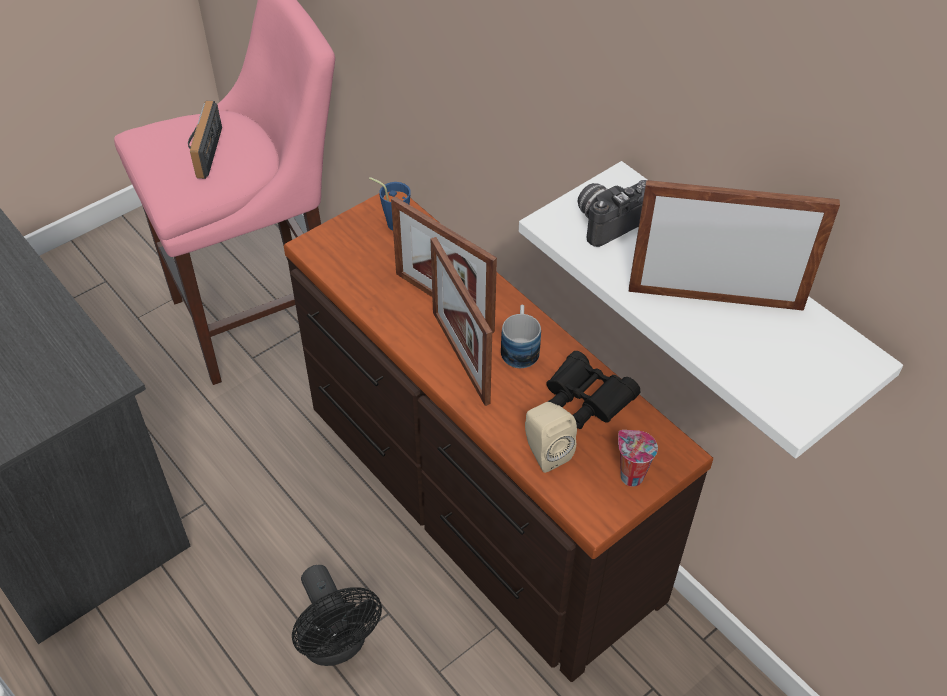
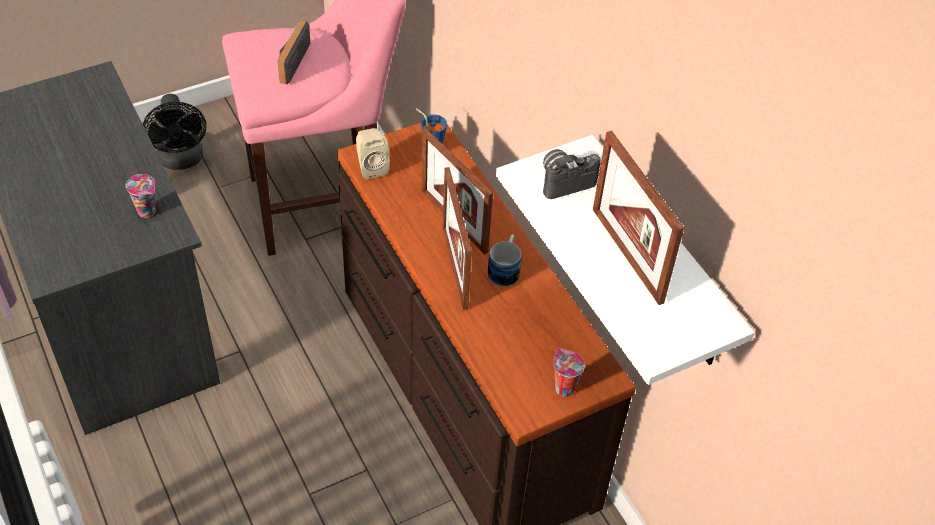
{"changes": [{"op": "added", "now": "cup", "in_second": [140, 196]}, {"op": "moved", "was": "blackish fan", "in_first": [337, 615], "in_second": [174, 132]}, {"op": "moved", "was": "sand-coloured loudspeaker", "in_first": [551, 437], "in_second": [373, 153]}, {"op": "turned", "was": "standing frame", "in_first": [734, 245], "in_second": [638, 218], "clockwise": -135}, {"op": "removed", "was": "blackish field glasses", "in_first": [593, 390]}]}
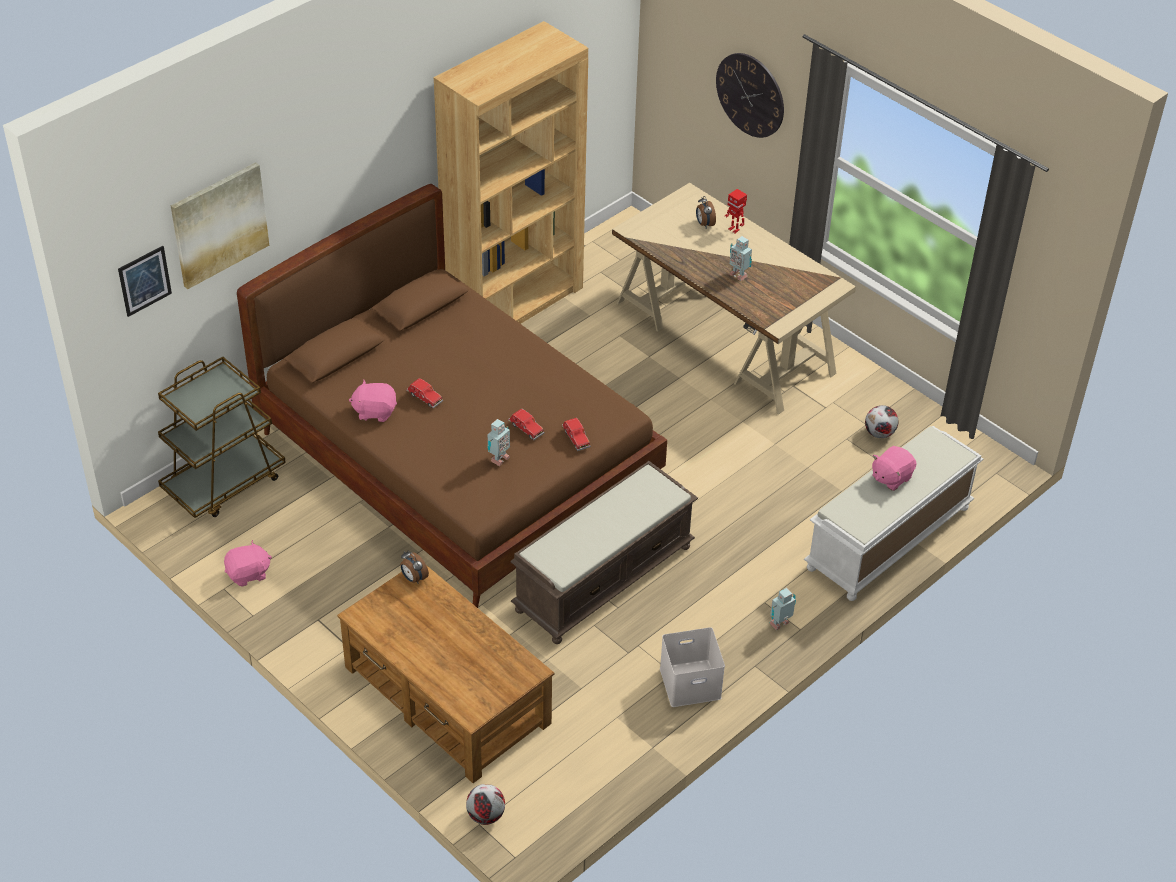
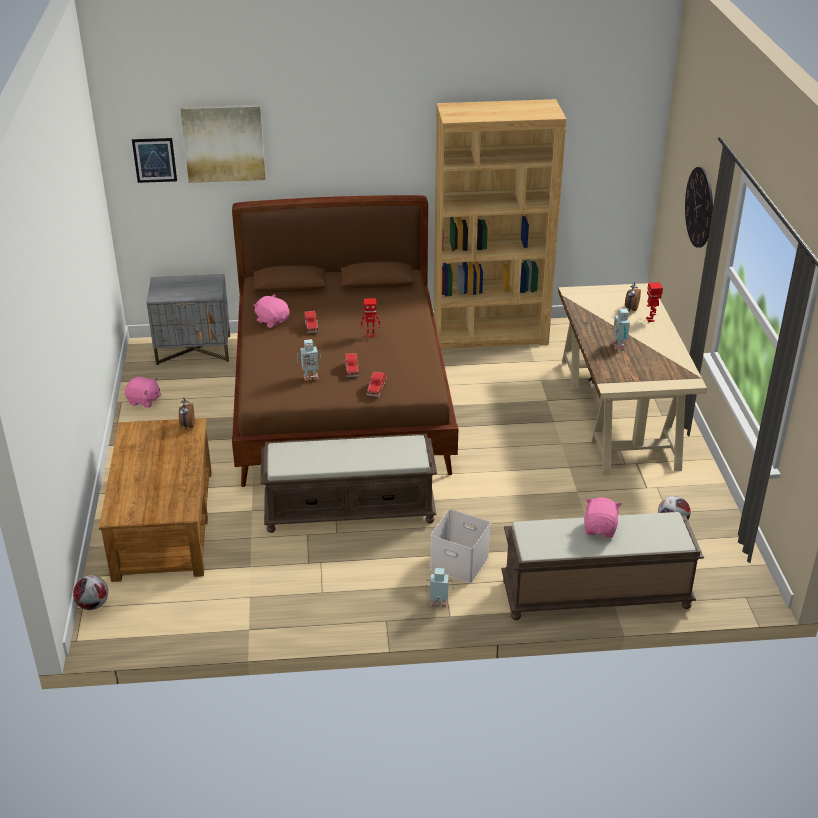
{"changes": [{"op": "replaced", "was": "brown trolley", "now": "gray nightstand", "in_first": [222, 437], "in_second": [188, 319]}, {"op": "added", "now": "robot figure", "in_second": [370, 318]}, {"op": "moved", "was": "white storage container", "in_first": [692, 667], "in_second": [460, 546]}, {"op": "recoloured", "was": "white long seat", "now": "brown long seat", "in_first": [893, 513], "in_second": [602, 566]}, {"op": "turned", "was": "pink-coloured cuddly toy", "in_first": [894, 468], "in_second": [603, 518], "clockwise": 105}]}
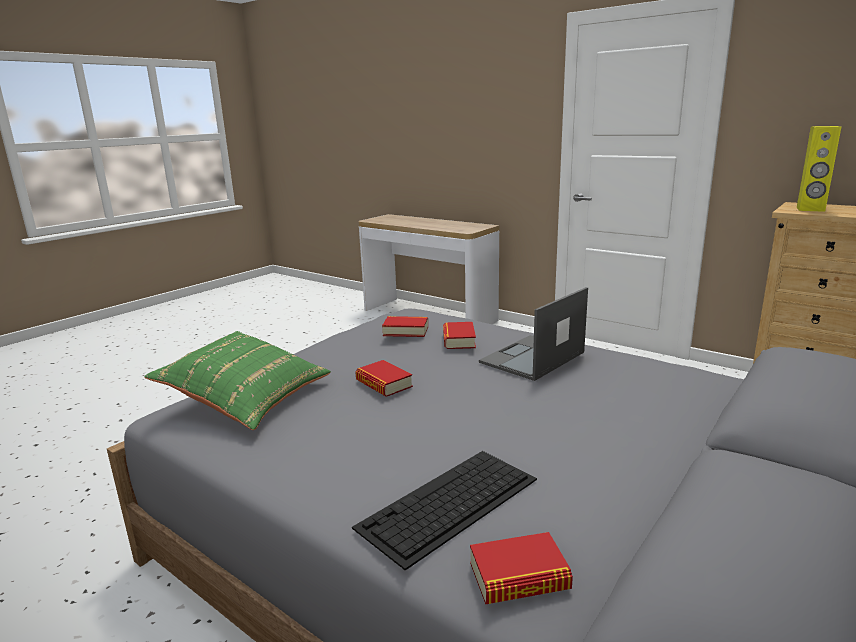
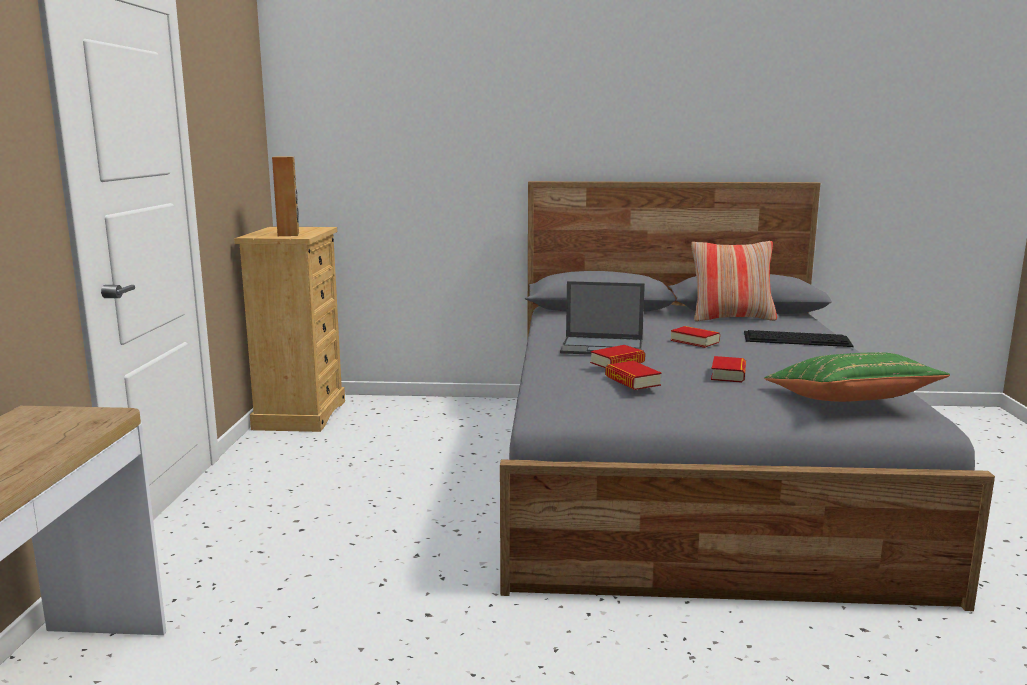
{"changes": [{"op": "recoloured", "was": "yellow loudspeaker", "now": "brown loudspeaker", "in_first": [819, 169], "in_second": [285, 196]}, {"op": "moved", "was": "bound book", "in_first": [521, 568], "in_second": [695, 337]}, {"op": "added", "now": "throw pillow", "in_second": [734, 281]}]}
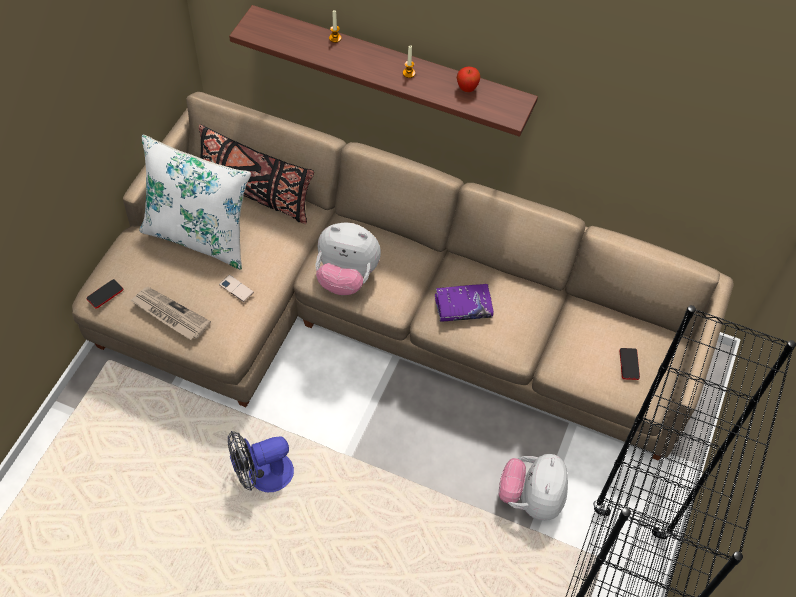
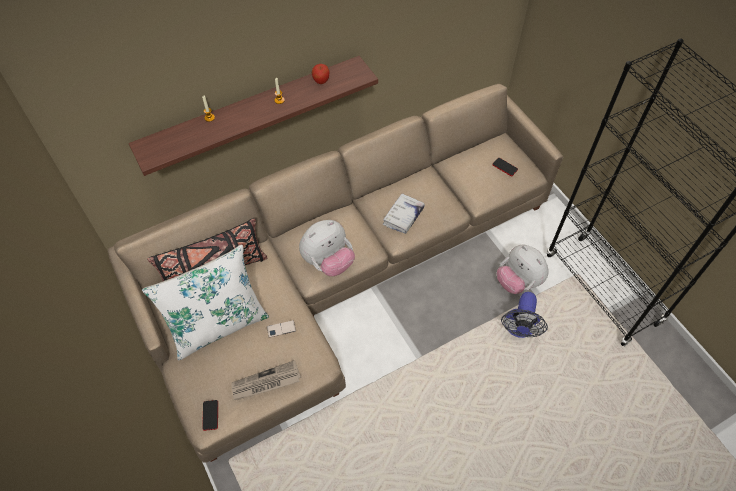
{"changes": [{"op": "recoloured", "was": "purple bound book", "now": "white bound book", "in_first": [464, 303], "in_second": [404, 213]}, {"op": "moved", "was": "fan", "in_first": [261, 461], "in_second": [524, 315]}]}
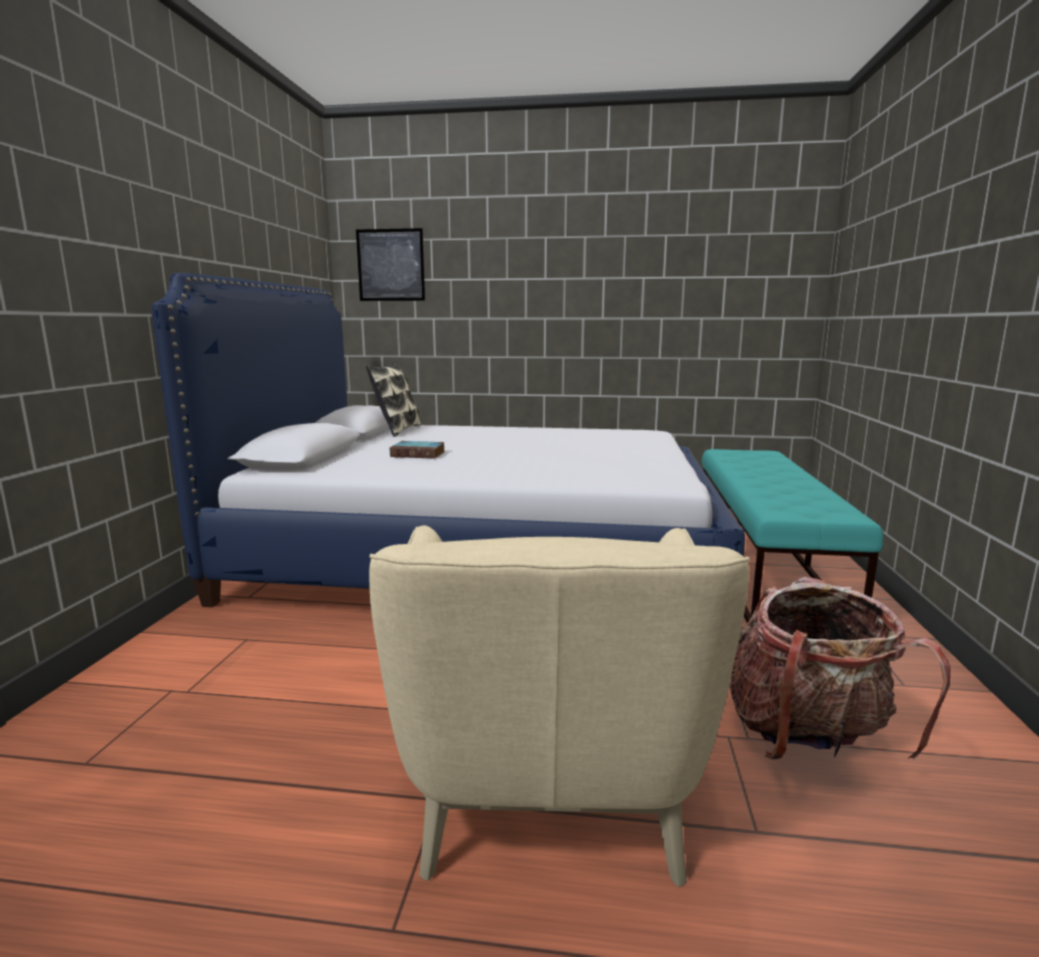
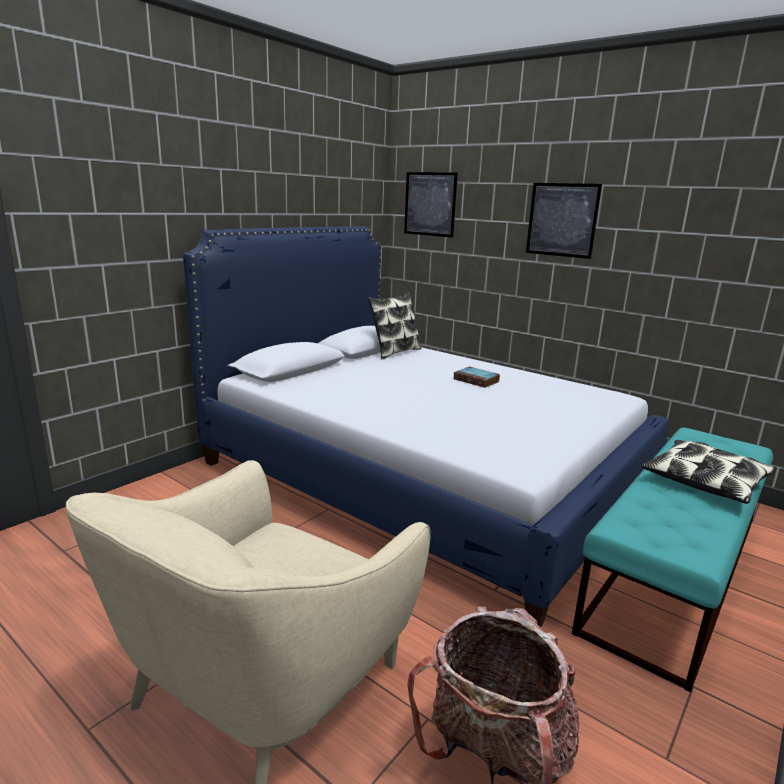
{"changes": [{"op": "moved", "was": "bound book", "in_first": [417, 450], "in_second": [477, 377]}, {"op": "added", "now": "wall art", "in_second": [564, 221]}, {"op": "added", "now": "throw pillow", "in_second": [708, 472]}]}
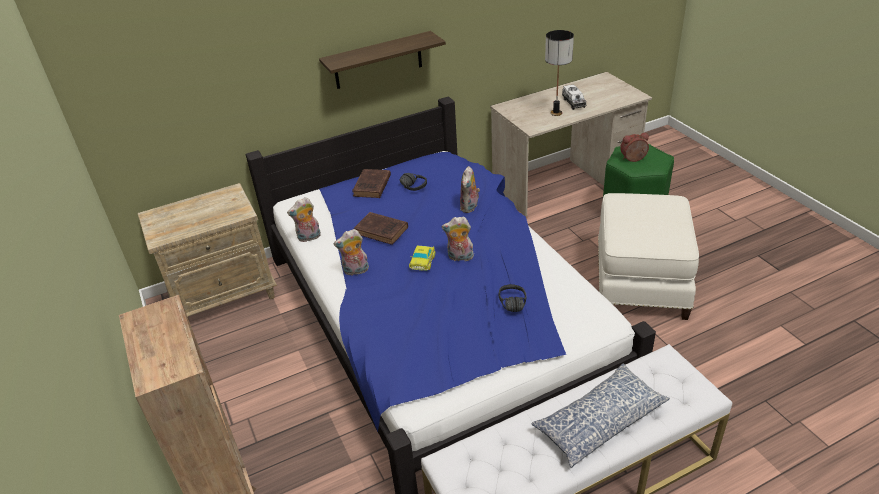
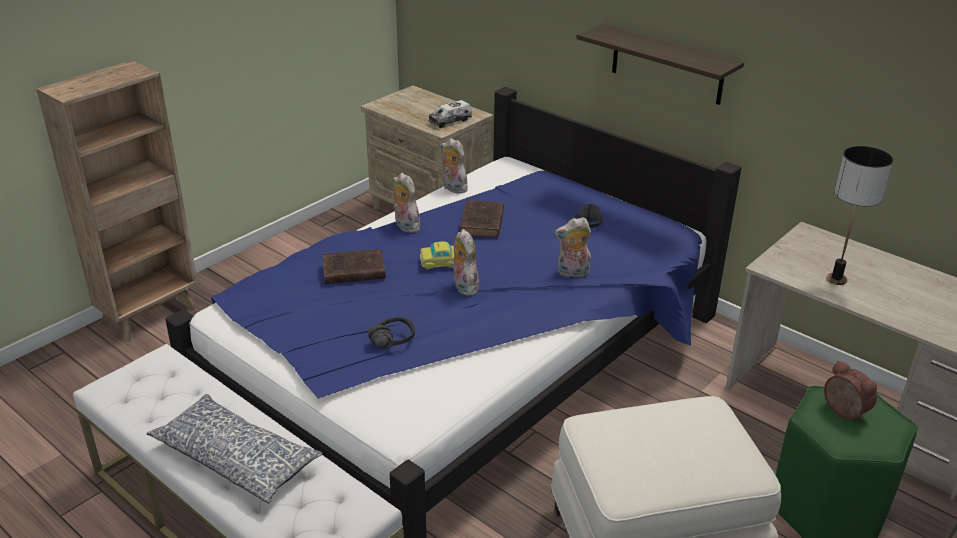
{"changes": [{"op": "moved", "was": "brown bound book", "in_first": [371, 183], "in_second": [354, 266]}, {"op": "moved", "was": "toy truck", "in_first": [574, 97], "in_second": [450, 114]}]}
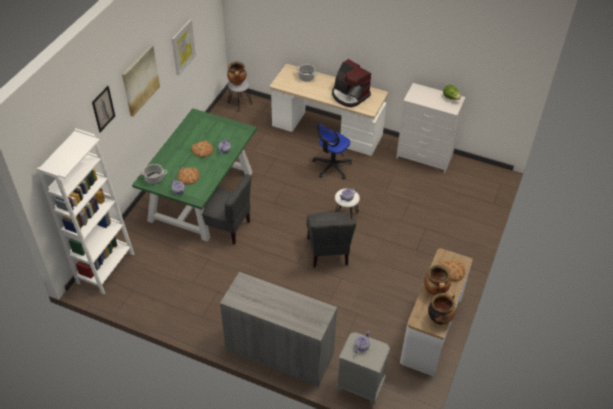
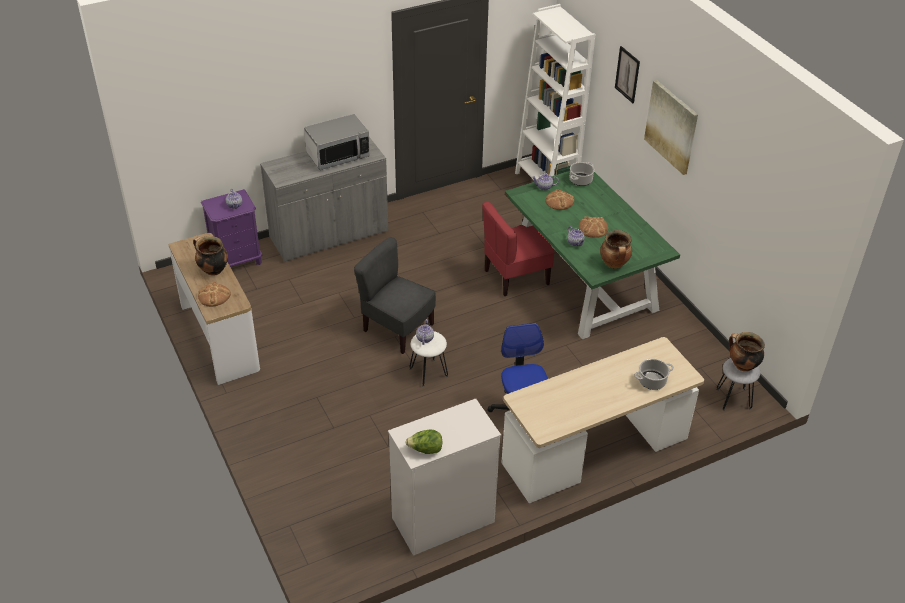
{"changes": [{"op": "recoloured", "was": "gray nightstand", "now": "purple nightstand", "in_first": [363, 368], "in_second": [231, 228]}, {"op": "added", "now": "kitchen microwave", "in_second": [337, 142]}, {"op": "recoloured", "was": "gray chair", "now": "red chair", "in_first": [223, 209], "in_second": [518, 249]}, {"op": "moved", "was": "saucepot", "in_first": [442, 308], "in_second": [616, 249]}, {"op": "removed", "was": "wall art", "in_first": [184, 47]}, {"op": "removed", "was": "coffee machine", "in_first": [351, 83]}]}
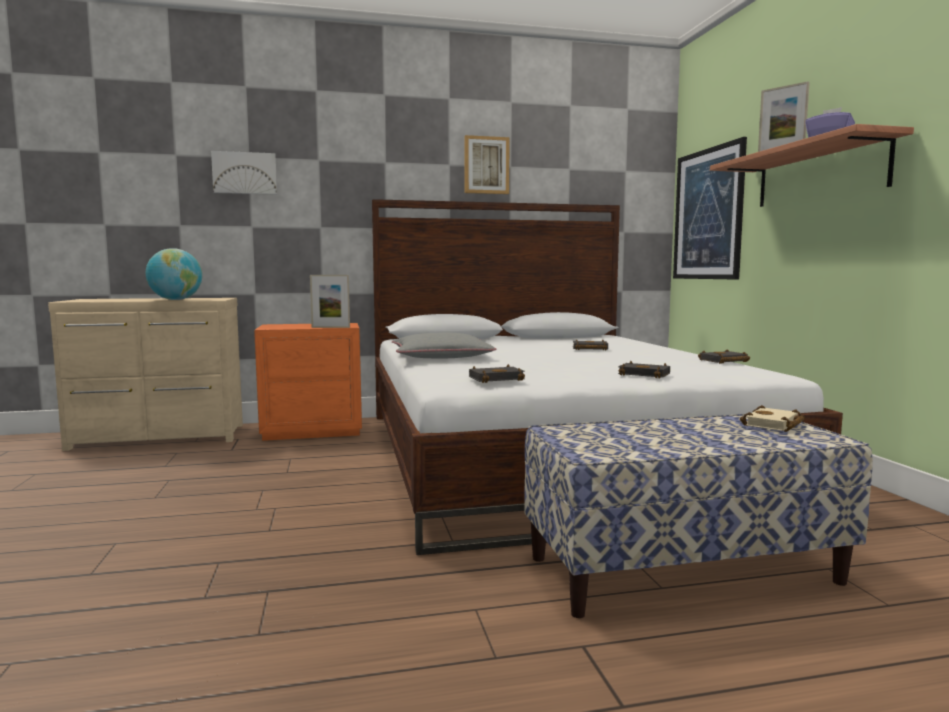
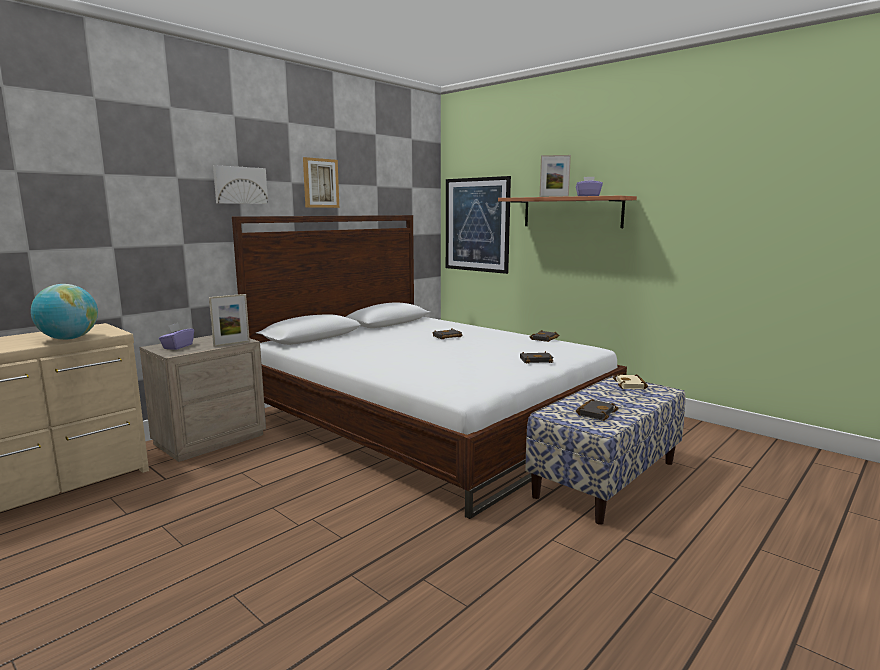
{"changes": [{"op": "recoloured", "was": "orange nightstand", "now": "sand-coloured nightstand", "in_first": [308, 382], "in_second": [202, 398]}, {"op": "added", "now": "purple box of tissues", "in_second": [176, 336]}, {"op": "moved", "was": "wall art", "in_first": [244, 173], "in_second": [240, 184]}, {"op": "moved", "was": "blackish bound book", "in_first": [497, 373], "in_second": [597, 410]}, {"op": "removed", "was": "gray throw pillow", "in_first": [444, 345]}]}
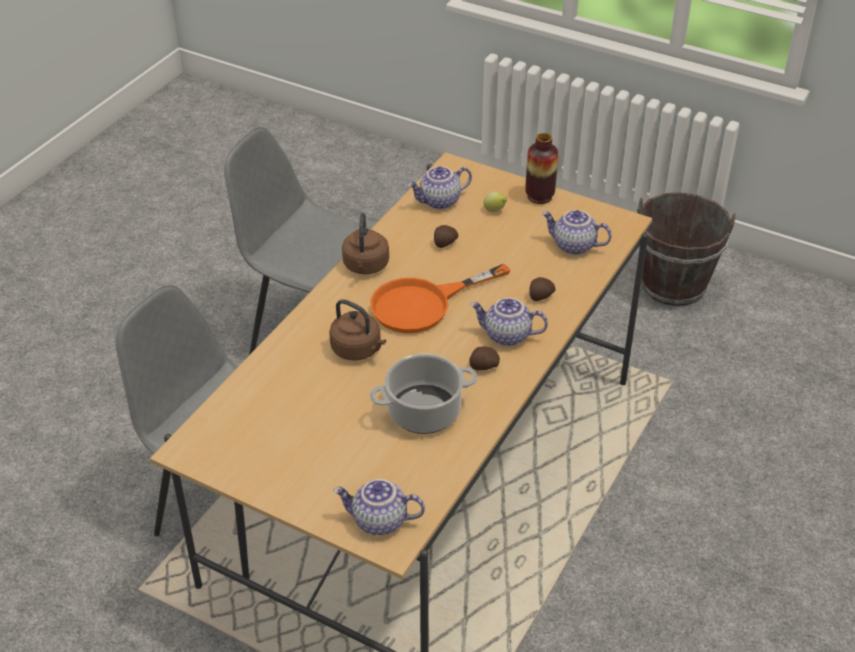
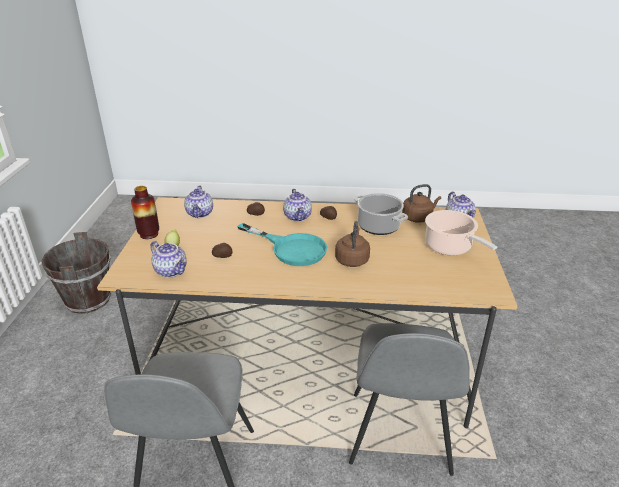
{"changes": [{"op": "recoloured", "was": "orange frying pan", "now": "blue-green frying pan", "in_first": [440, 298], "in_second": [282, 244]}, {"op": "moved", "was": "brown tea kettle", "in_first": [365, 244], "in_second": [421, 203]}, {"op": "added", "now": "saucepot", "in_second": [461, 232]}]}
